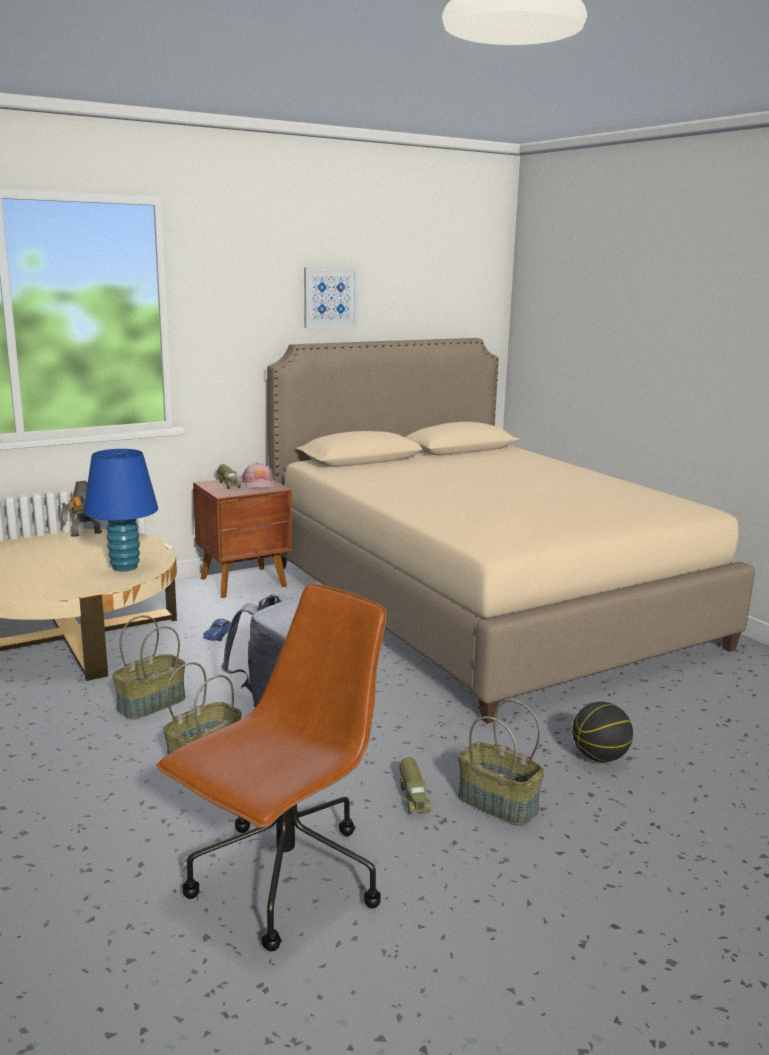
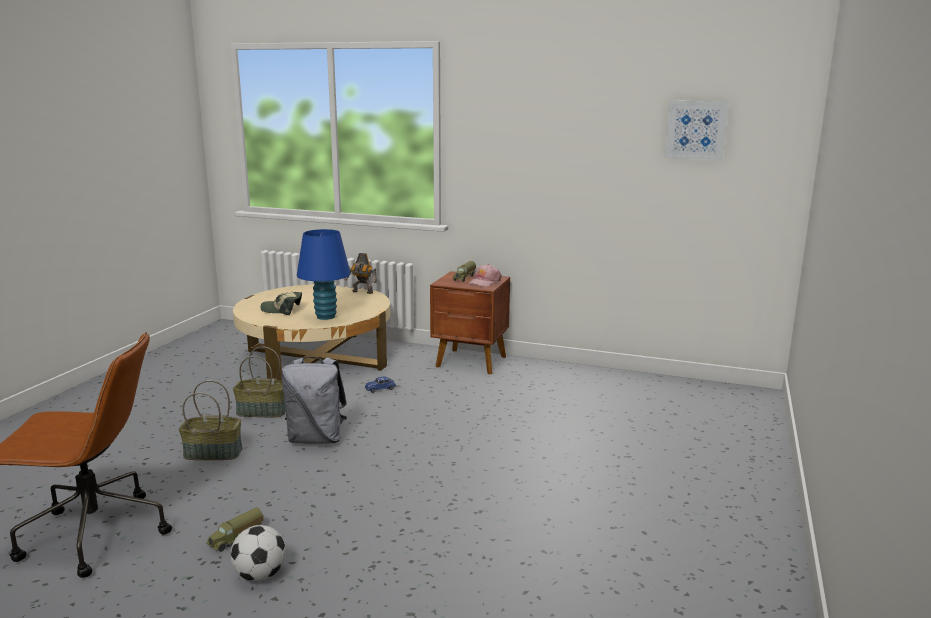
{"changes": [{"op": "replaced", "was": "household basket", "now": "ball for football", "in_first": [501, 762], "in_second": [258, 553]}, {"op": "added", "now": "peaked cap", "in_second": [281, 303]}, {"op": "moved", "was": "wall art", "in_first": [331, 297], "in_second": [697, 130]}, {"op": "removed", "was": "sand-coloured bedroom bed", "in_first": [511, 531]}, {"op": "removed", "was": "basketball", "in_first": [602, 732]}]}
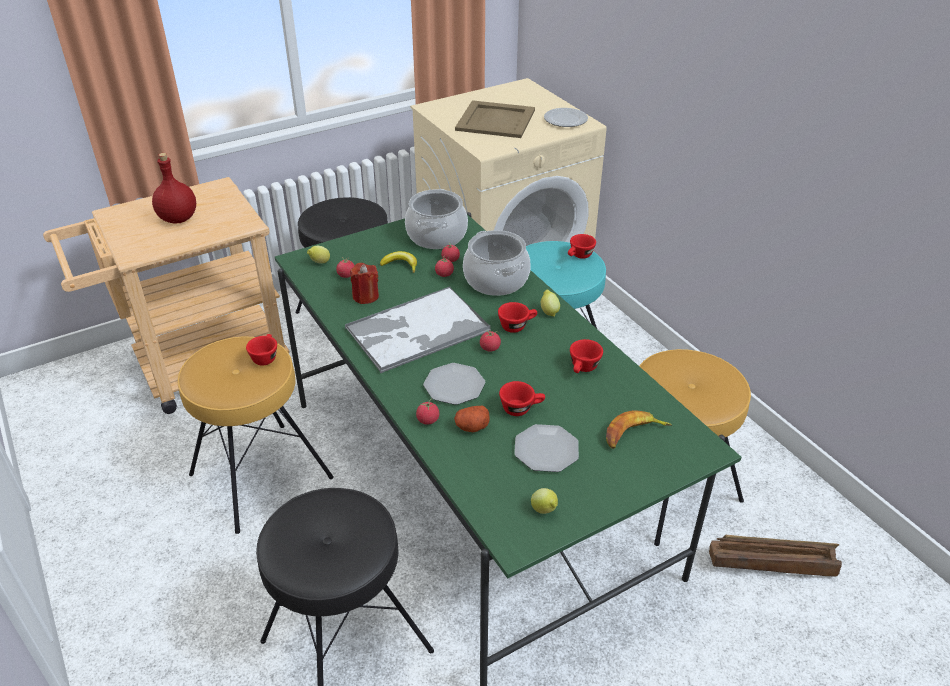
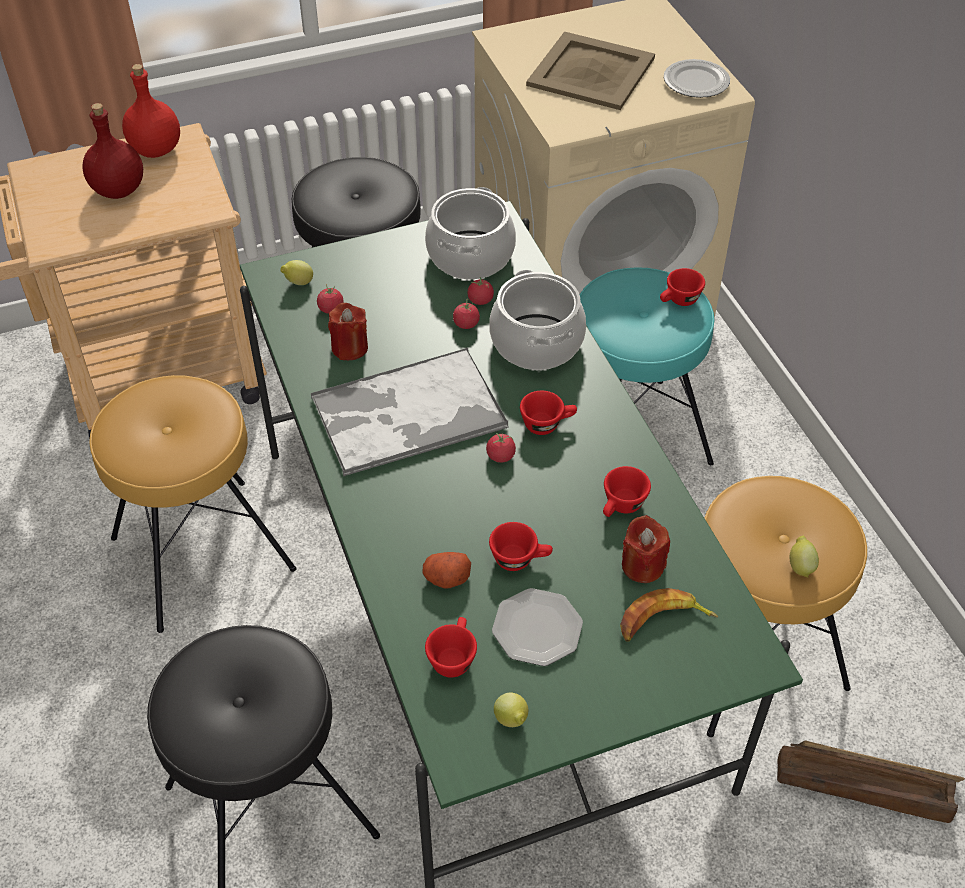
{"changes": [{"op": "added", "now": "red beverage bottle", "in_second": [151, 111]}, {"op": "moved", "was": "red cup", "in_first": [261, 350], "in_second": [451, 647]}, {"op": "added", "now": "red wax candle", "in_second": [646, 549]}, {"op": "moved", "was": "whole lemon", "in_first": [550, 303], "in_second": [804, 557]}, {"op": "removed", "was": "banana fruit", "in_first": [398, 262]}, {"op": "removed", "was": "whole tomato", "in_first": [427, 412]}, {"op": "removed", "was": "dinner plate", "in_first": [454, 384]}]}
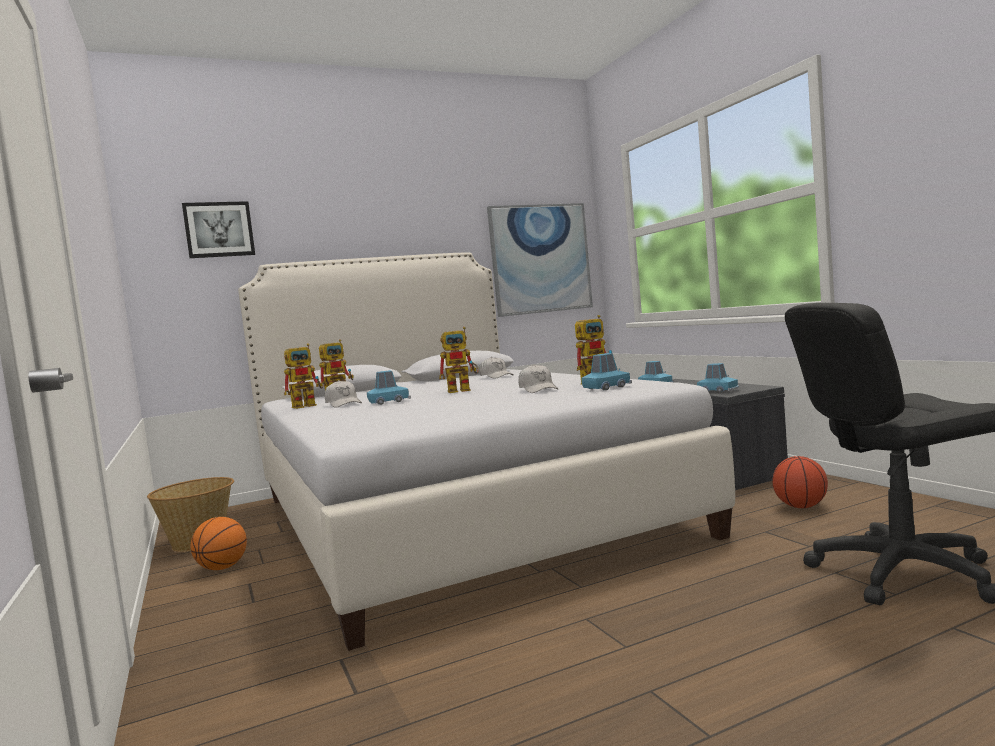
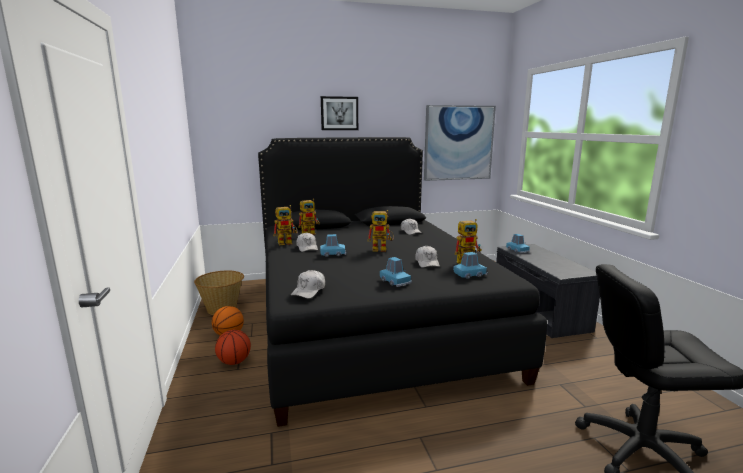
{"changes": [{"op": "moved", "was": "basketball", "in_first": [800, 482], "in_second": [233, 347]}, {"op": "recoloured", "was": "white bedroom bed", "now": "blackish bedroom bed", "in_first": [486, 451], "in_second": [402, 282]}, {"op": "added", "now": "white peaked cap", "in_second": [308, 284]}, {"op": "moved", "was": "wall art", "in_first": [218, 229], "in_second": [339, 113]}, {"op": "moved", "was": "blue-coloured miniature car", "in_first": [718, 378], "in_second": [396, 272]}]}
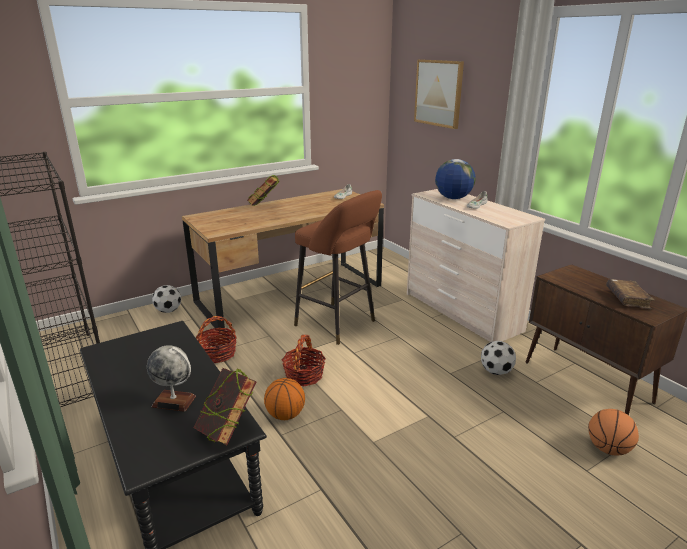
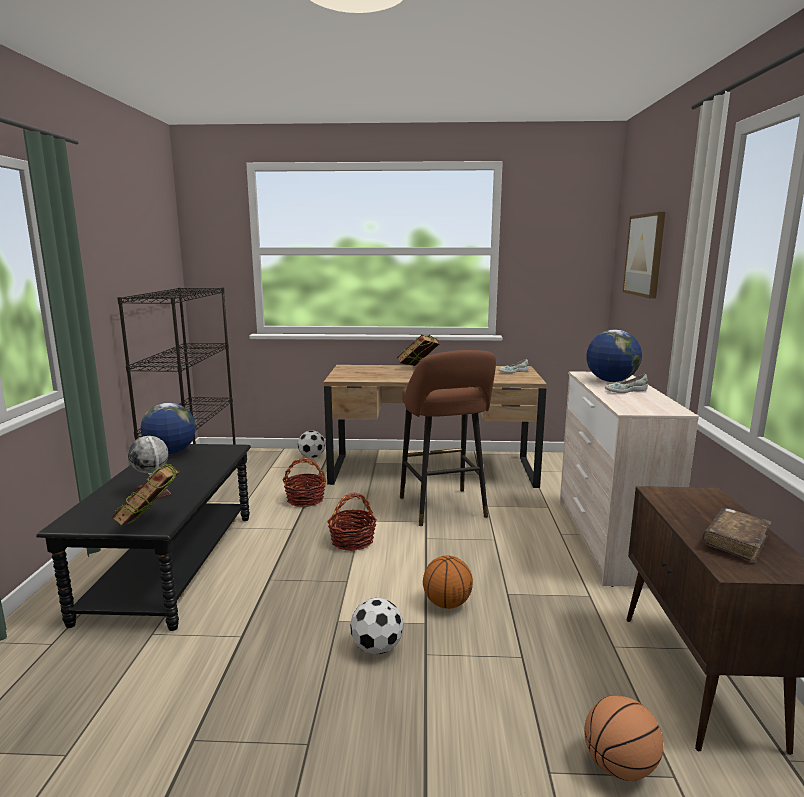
{"changes": [{"op": "added", "now": "world globe", "in_second": [168, 428]}, {"op": "moved", "was": "ball for football", "in_first": [498, 358], "in_second": [376, 626]}, {"op": "moved", "was": "basketball", "in_first": [284, 399], "in_second": [448, 582]}]}
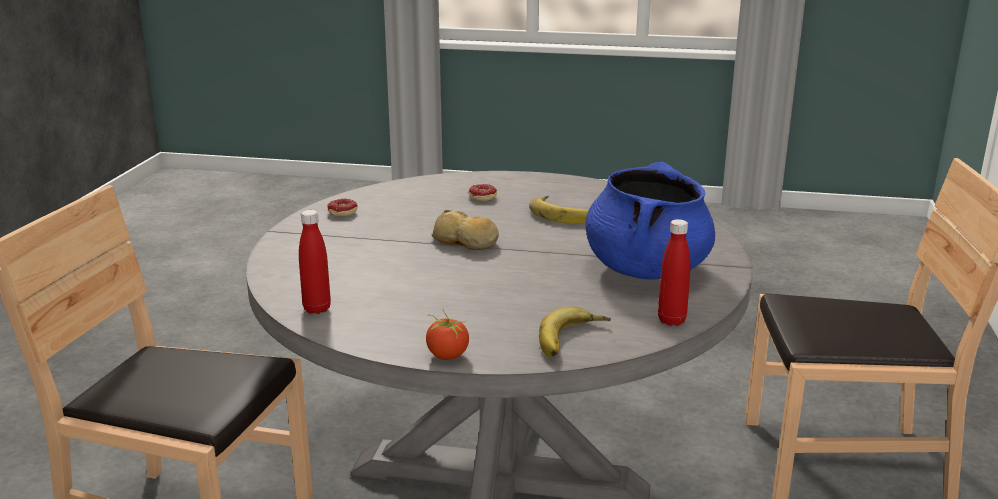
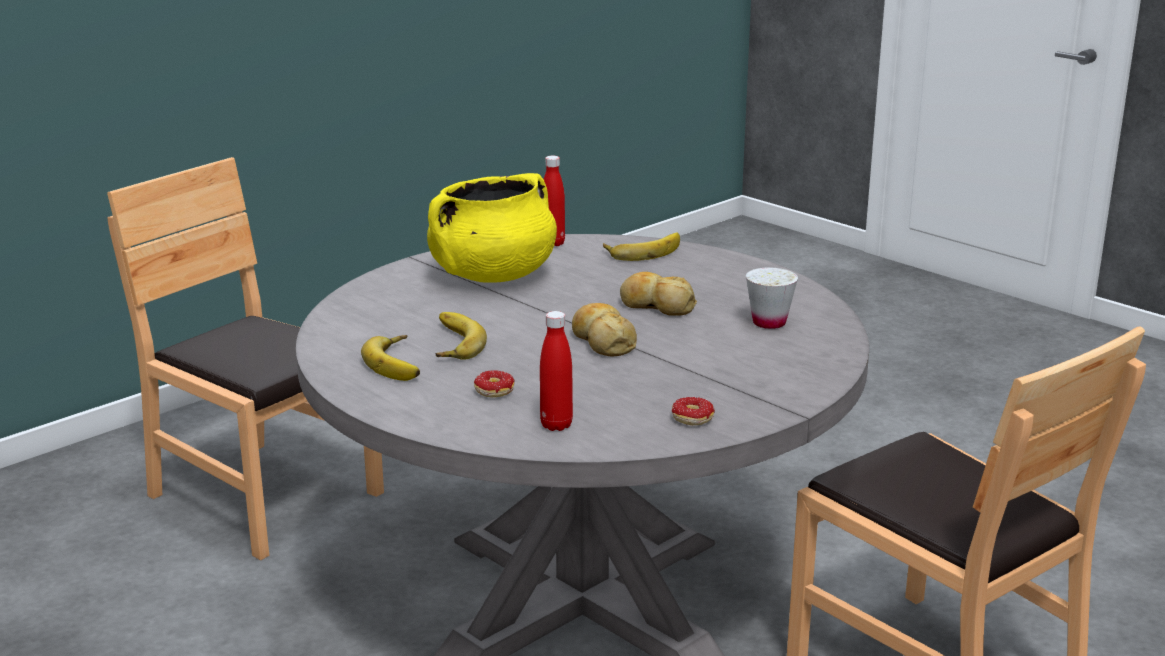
{"changes": [{"op": "added", "now": "banana fruit", "in_second": [390, 358]}, {"op": "recoloured", "was": "blue-coloured saucepot", "now": "yellow saucepot", "in_first": [650, 220], "in_second": [492, 228]}, {"op": "moved", "was": "red beverage bottle", "in_first": [315, 262], "in_second": [556, 371]}, {"op": "added", "now": "baked bread", "in_second": [658, 294]}, {"op": "added", "now": "white cup", "in_second": [772, 298]}, {"op": "removed", "was": "whole tomato", "in_first": [447, 335]}]}
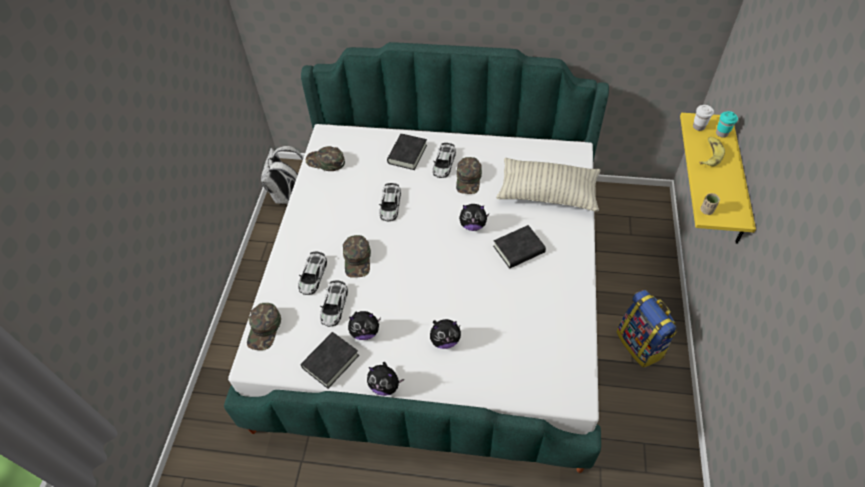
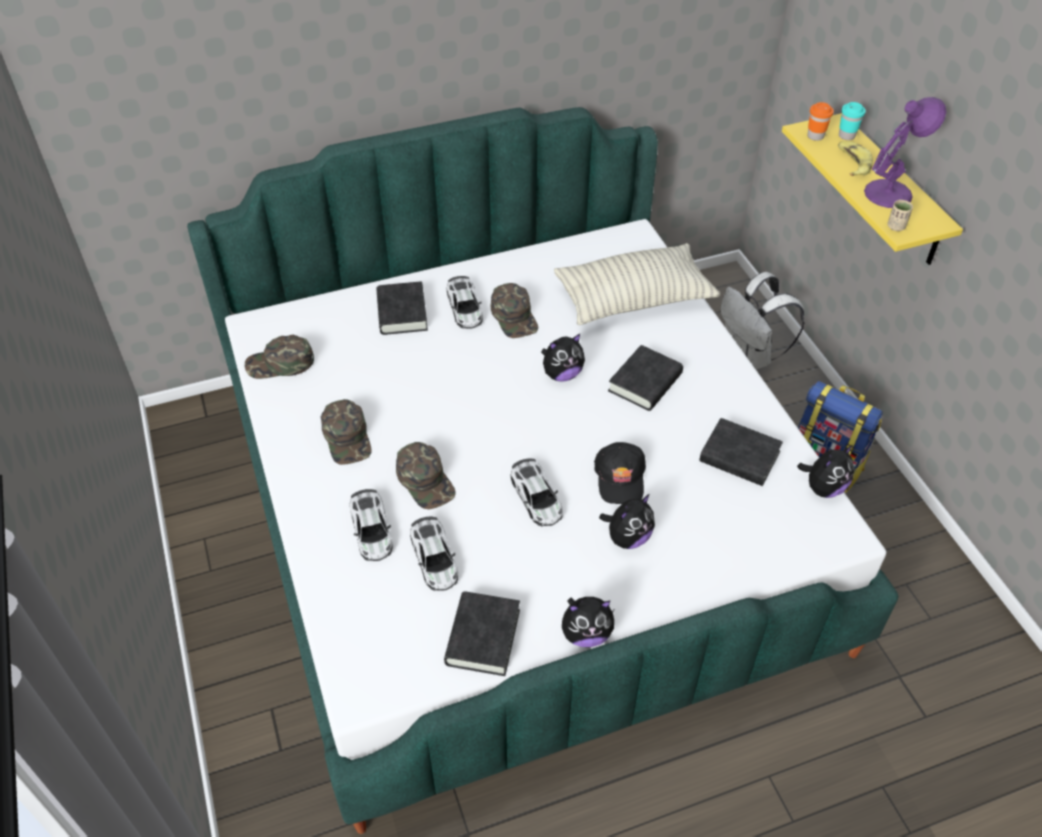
{"changes": [{"op": "moved", "was": "green-coloured peaked cap", "in_first": [264, 326], "in_second": [346, 432]}, {"op": "moved", "was": "miniature car", "in_first": [390, 202], "in_second": [536, 492]}, {"op": "added", "now": "blackish peaked cap", "in_second": [620, 473]}, {"op": "added", "now": "blackish bound book", "in_second": [741, 452]}, {"op": "moved", "was": "white knapsack", "in_first": [282, 175], "in_second": [762, 321]}, {"op": "moved", "was": "cuddly toy", "in_first": [364, 325], "in_second": [825, 471]}, {"op": "recoloured", "was": "white cup", "now": "orange cup", "in_first": [703, 118], "in_second": [820, 121]}, {"op": "added", "now": "purple tabletop lamp", "in_second": [905, 152]}]}
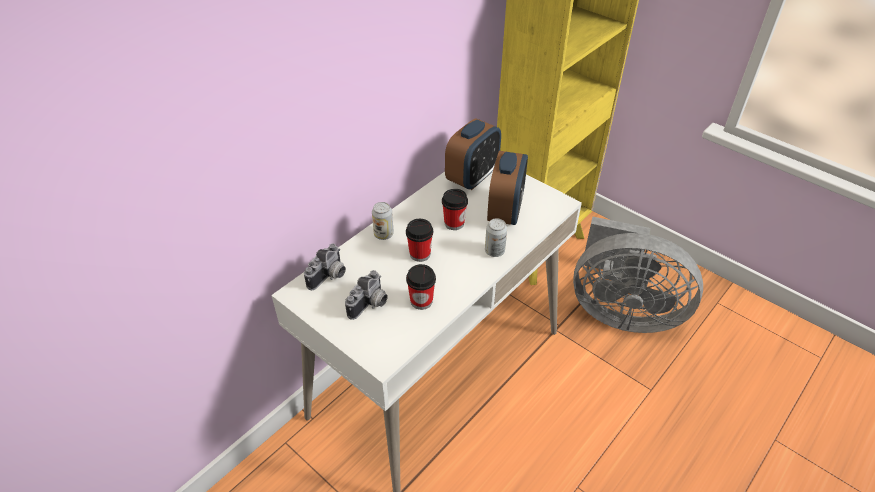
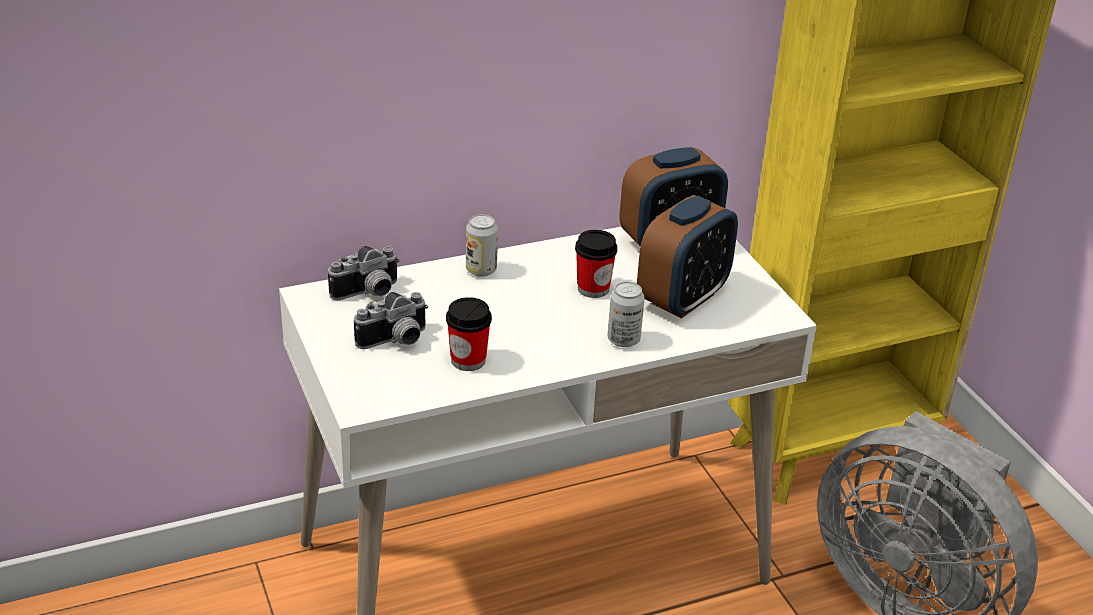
{"changes": [{"op": "removed", "was": "cup", "in_first": [419, 240]}]}
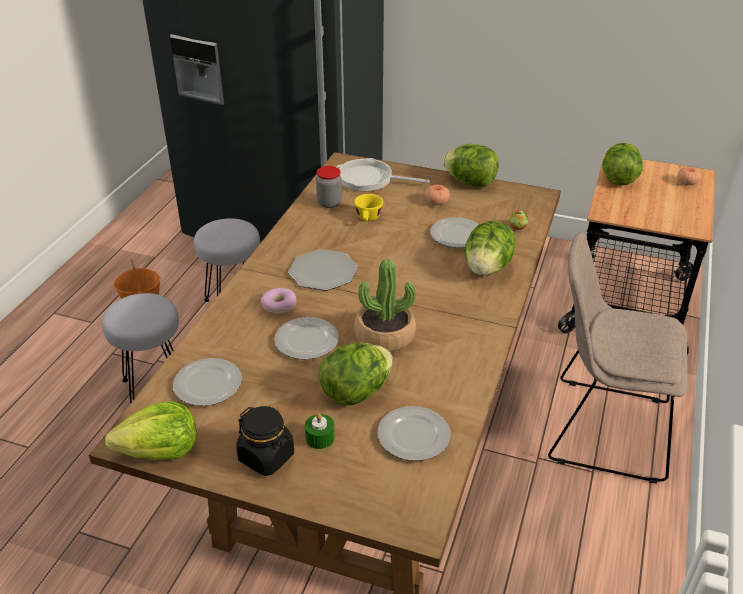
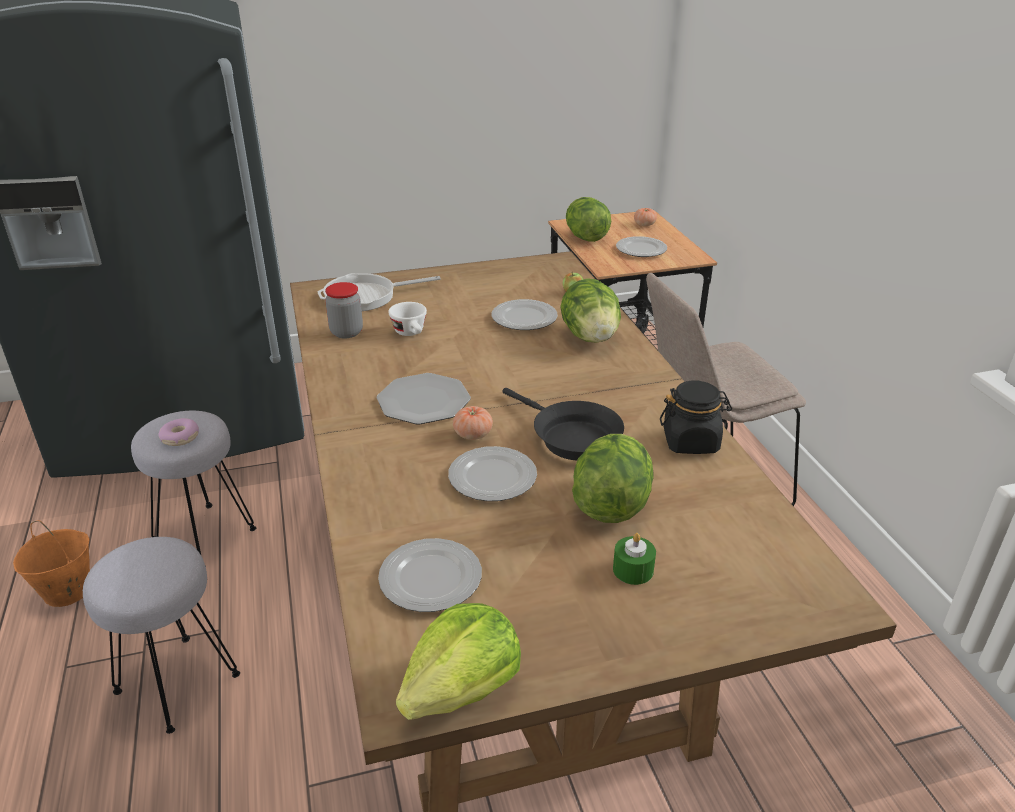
{"changes": [{"op": "moved", "was": "donut", "in_first": [279, 301], "in_second": [178, 432]}, {"op": "recoloured", "was": "yellow cup", "now": "white cup", "in_first": [368, 207], "in_second": [407, 319]}, {"op": "moved", "was": "whole tomato", "in_first": [437, 195], "in_second": [473, 423]}, {"op": "replaced", "was": "houseplant", "now": "blackish frying pan", "in_first": [385, 306], "in_second": [563, 424]}, {"op": "moved", "was": "dinner plate", "in_first": [414, 433], "in_second": [641, 246]}, {"op": "moved", "was": "blackish jar", "in_first": [265, 441], "in_second": [696, 417]}, {"op": "removed", "was": "lettuce head", "in_first": [471, 165]}]}
